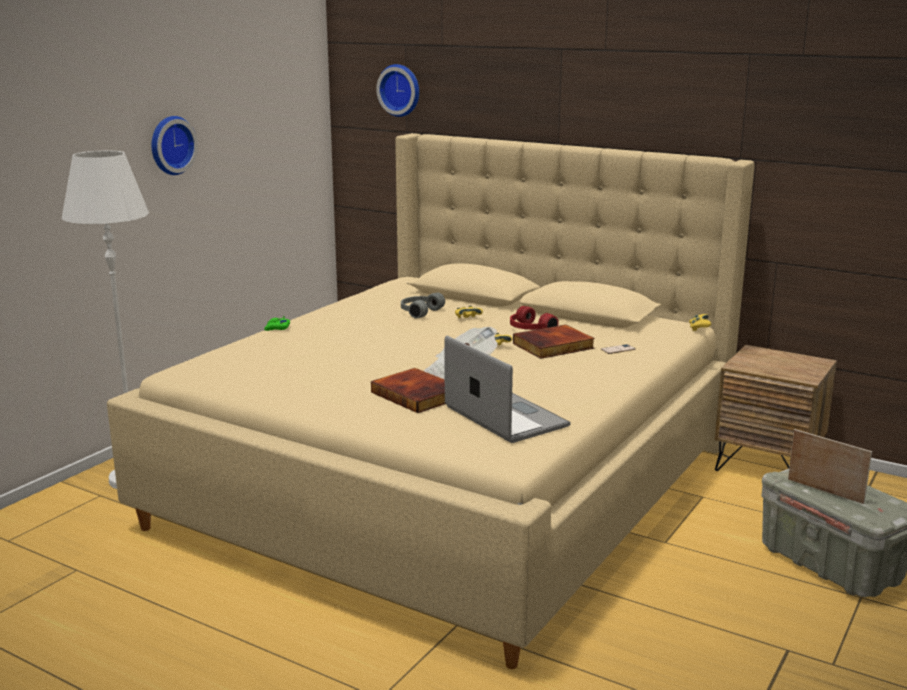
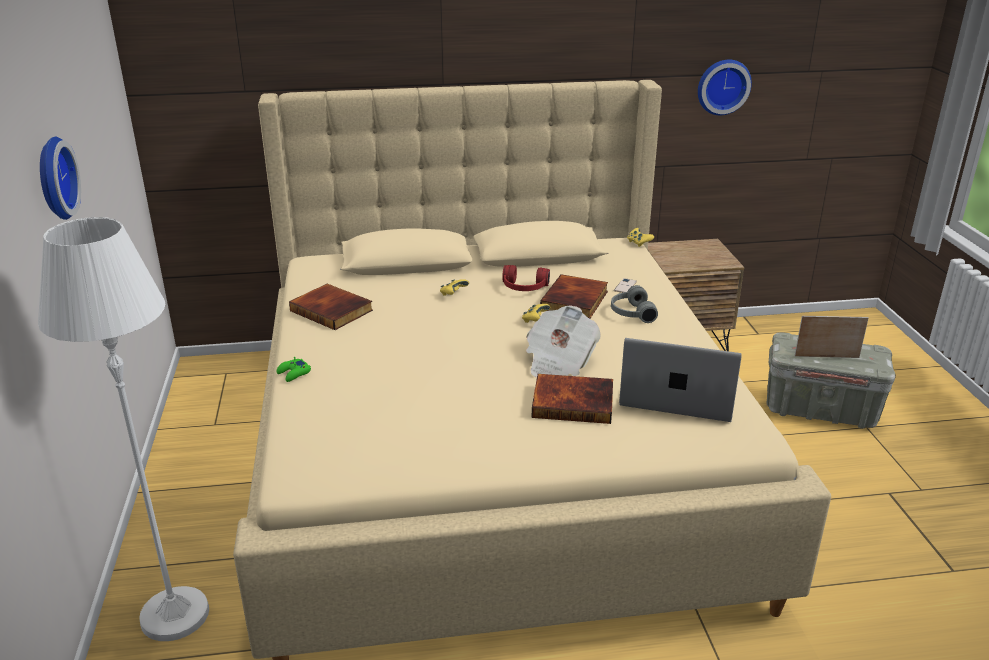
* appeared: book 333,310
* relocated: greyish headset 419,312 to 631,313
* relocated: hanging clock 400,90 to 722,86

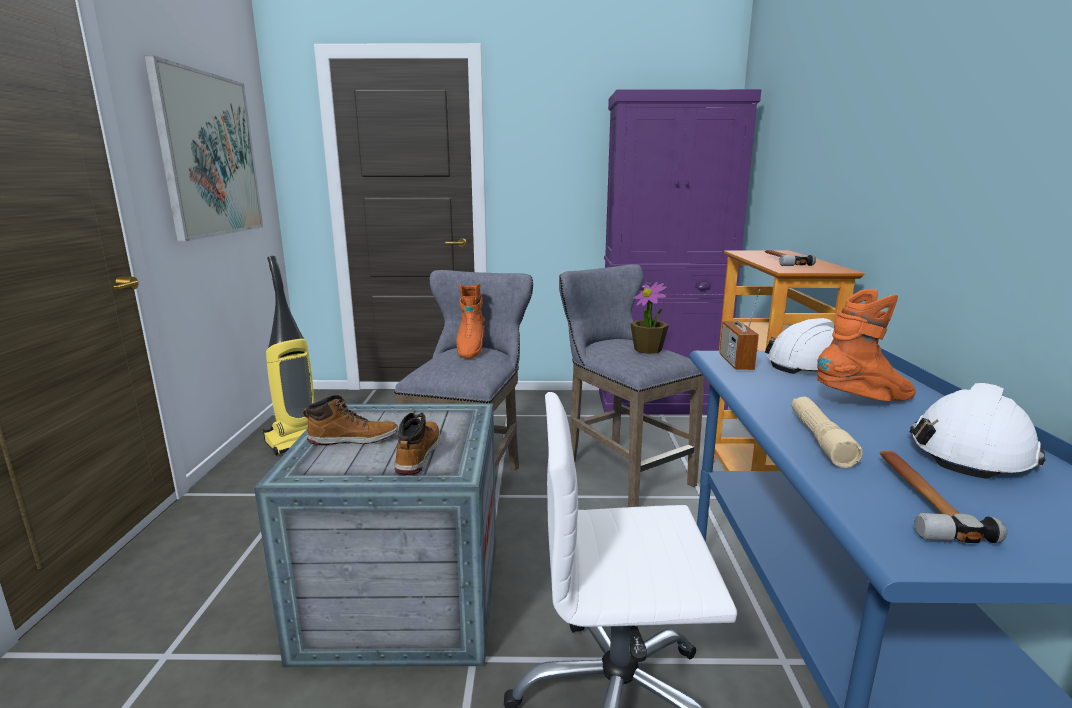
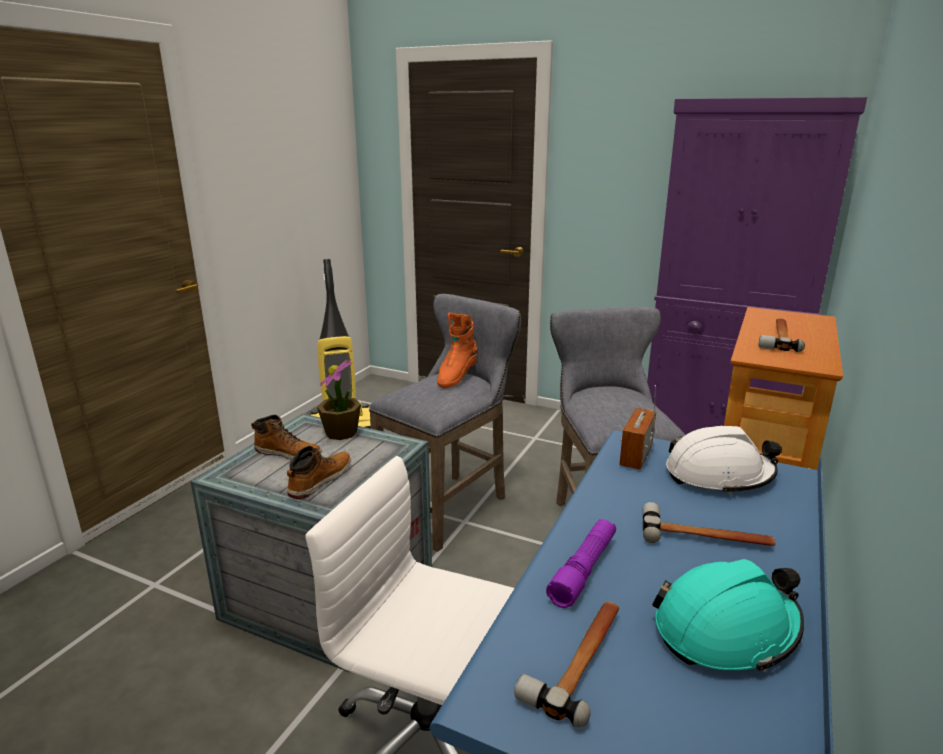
* relocated: potted plant 648,350 to 341,433
* colour: beige torch 819,439 to purple torch 584,569
* exchanged: orangey boot 864,401 to tool hammer 705,537
* colour: white-coloured safety helmet 971,451 to turquoise safety helmet 726,630
* missing: wall picture 209,155

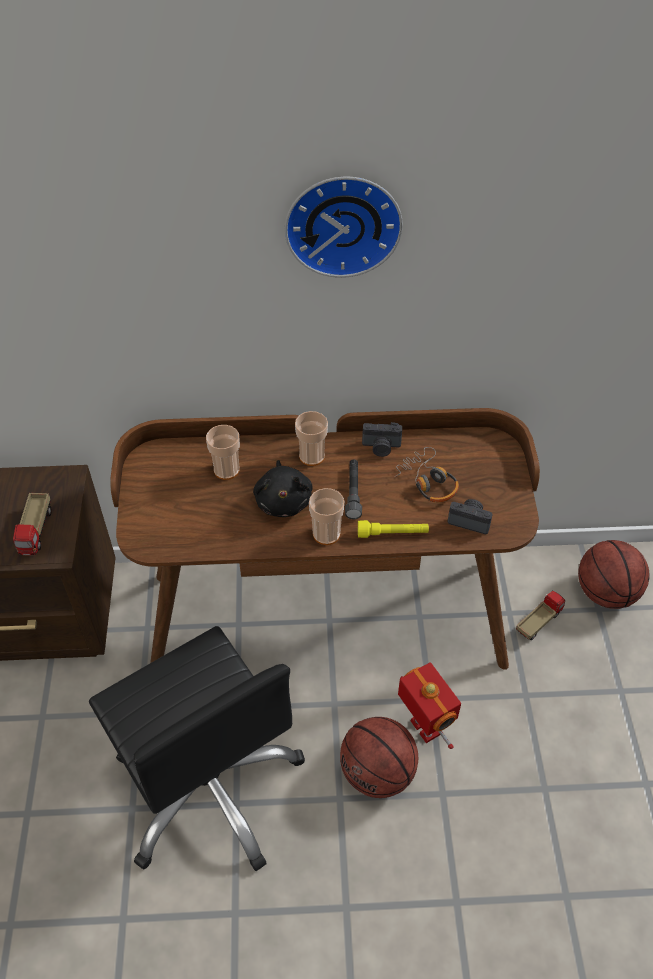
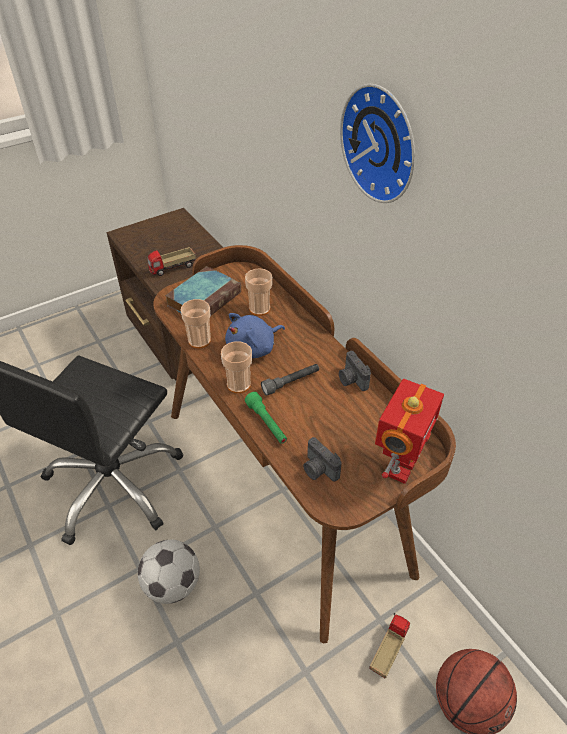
* exchanged: basketball 377,772 to football 172,584
* appeared: book 205,298
* relocated: cup 312,456 to 199,340
* colour: black-coloured cuddly toy 283,500 to blue-coloured cuddly toy 253,348
* colour: yellow-coloured torch 392,534 to green-coloured torch 267,423
* spun: still camera 469,521 = 318,470 150 degrees clockwise
* spun: toy truck 538,622 = 388,649 75 degrees counterclockwise
* relocated: robot figure 423,728 to 398,466
* missing: headset 428,482

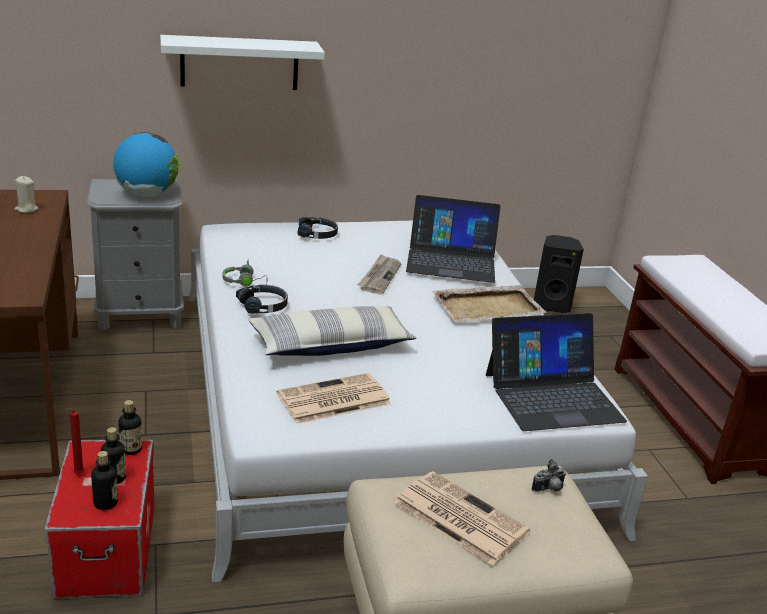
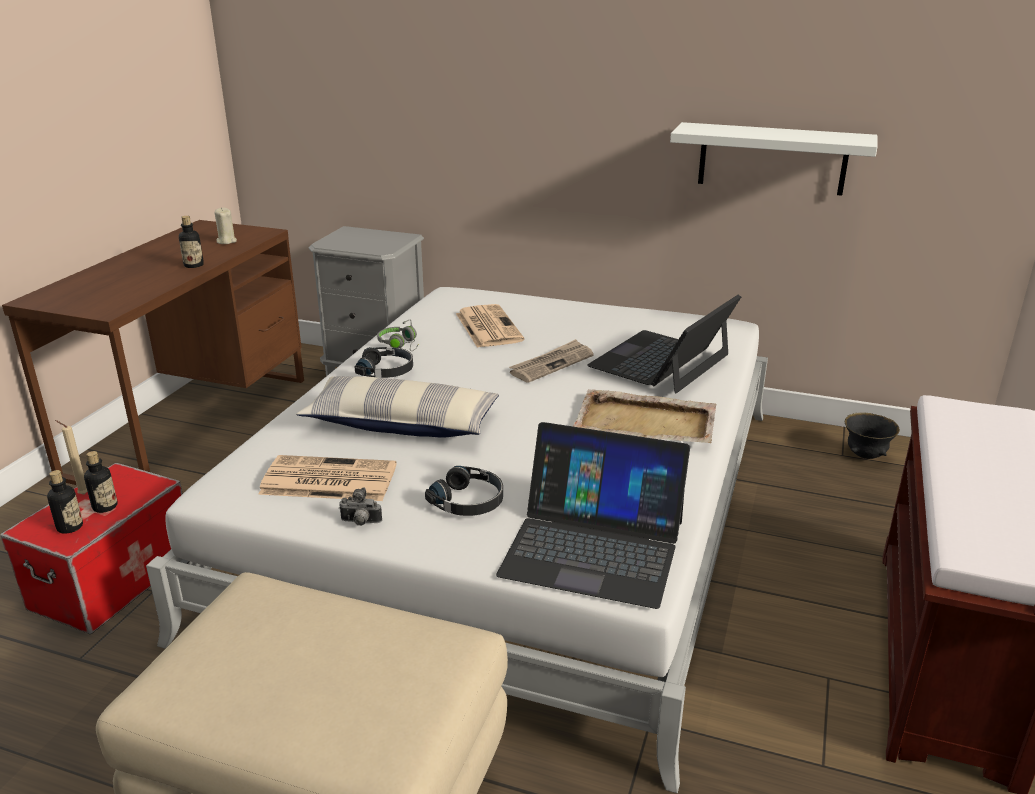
* colour: red wax light 77,474 to beige wax light 82,494
* relocated: drink bottle 131,449 to 193,265
* relocated: still camera 549,489 to 360,523
* relocated: black-coloured headset 317,234 to 468,501
* relocated: daily paper 458,517 to 487,327
* spun: portable computer 451,260 = 661,361 90 degrees clockwise
* relocated: white-coloured bracket shelf 239,63 to 772,159
* exchanged: black-coloured audio speaker 550,305 to black-coloured bowl 865,455
* missing: world globe 147,195

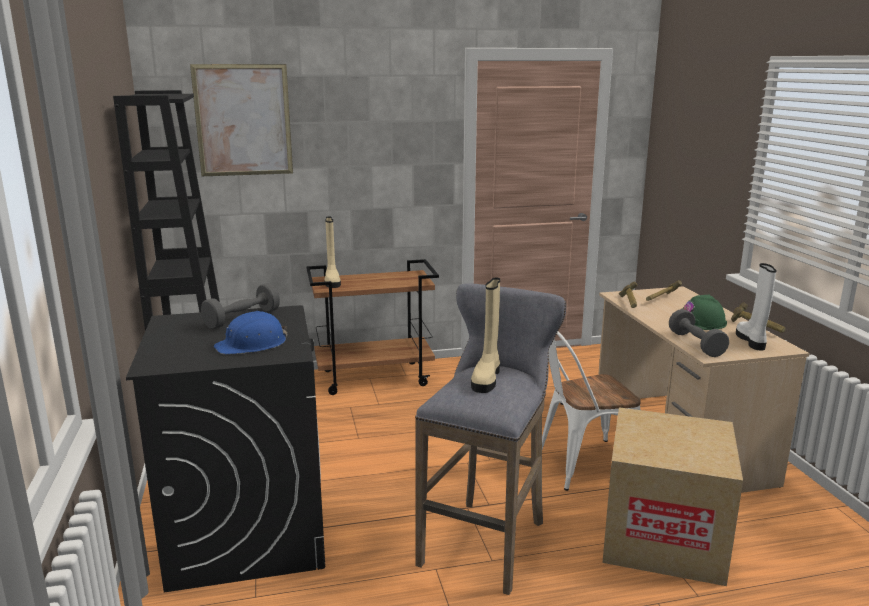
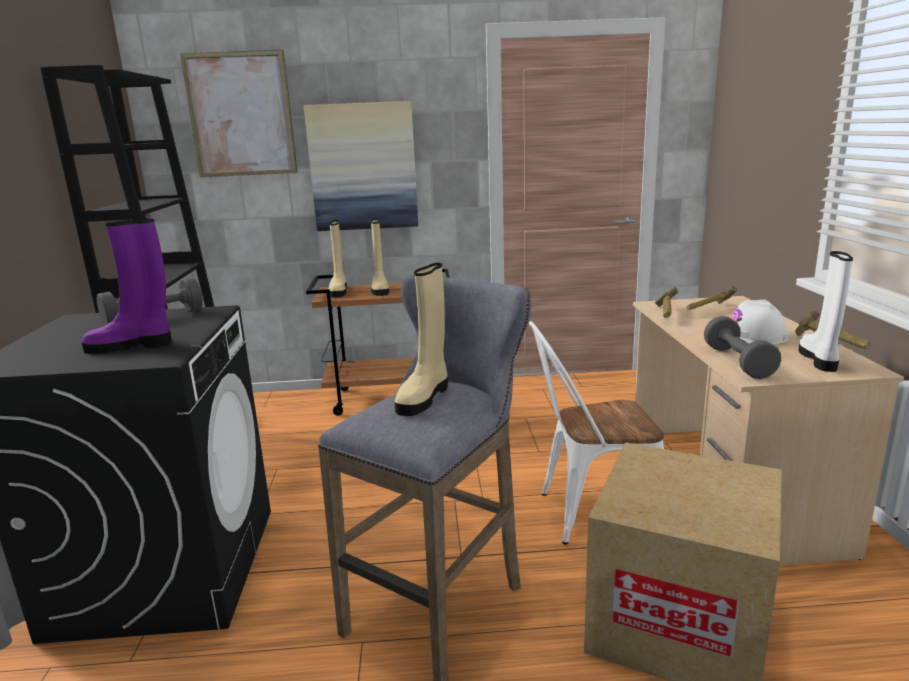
* exchanged: blue-coloured safety helmet 252,344 to purple boot 132,346
* appeared: wall picture 363,167
* appeared: beige boot 380,290
* colour: green-coloured safety helmet 700,322 to white-coloured safety helmet 752,336

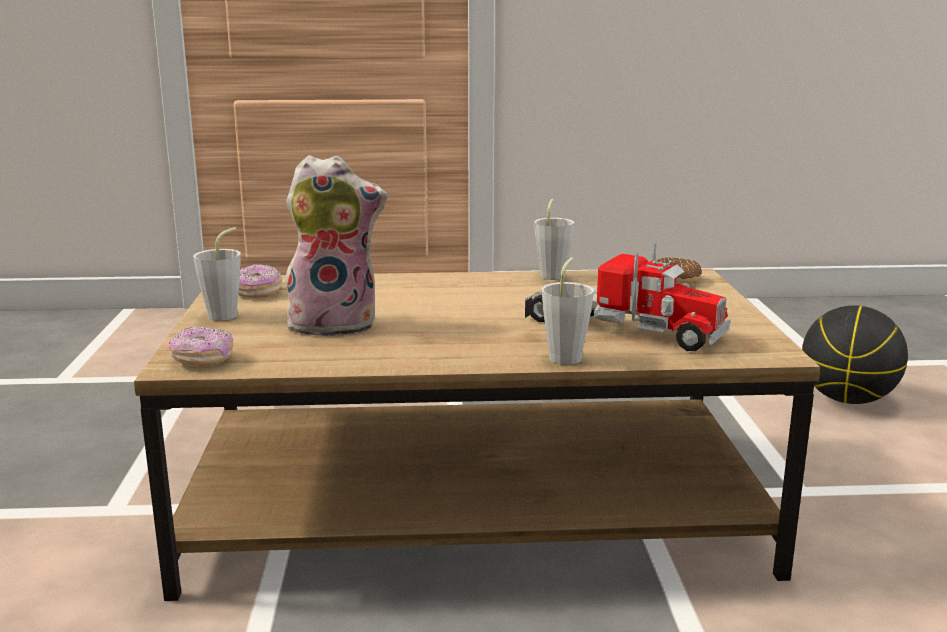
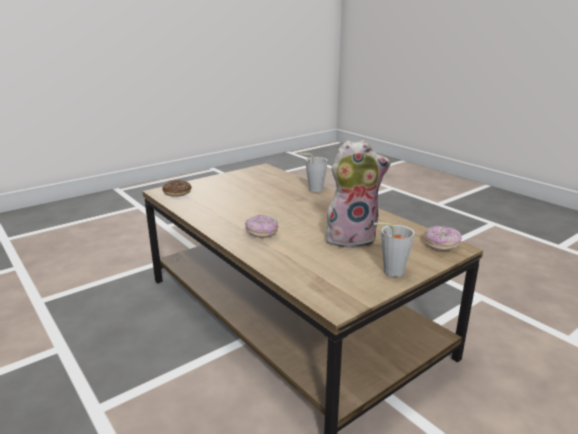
* relocated: ring doughnut 257,292 to 262,233
* spun: cuddly toy 335,324 = 351,238 120 degrees clockwise
* missing: toy truck 622,328
* missing: greyish cup 553,274
* missing: basketball 848,399

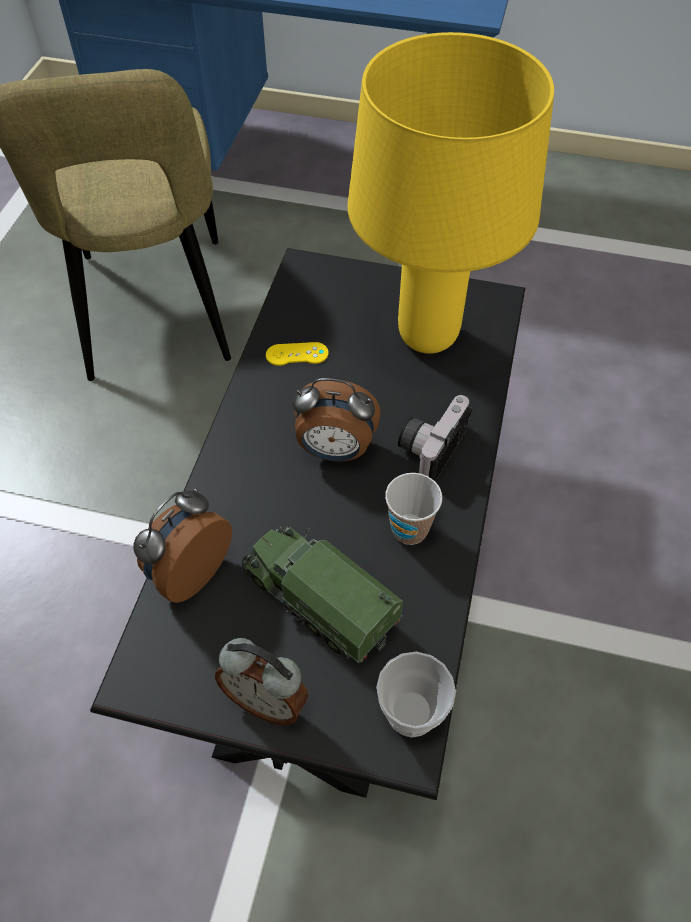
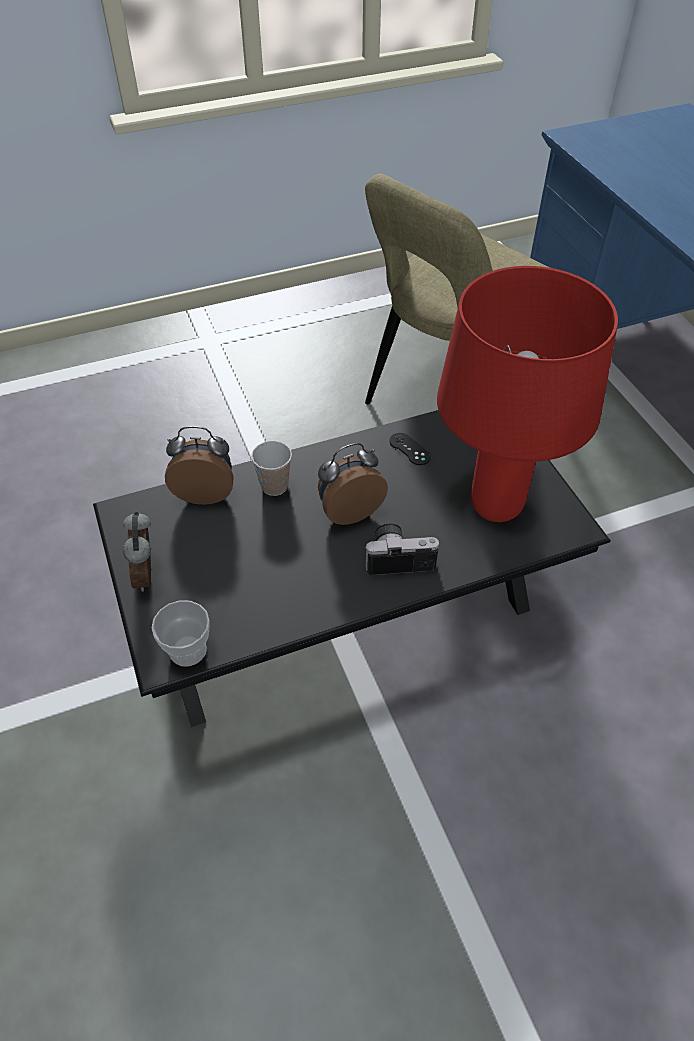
* relocated: cup 409,529 to 274,486
* spun: bedside clock 335,450 = 349,510 90 degrees clockwise
* colour: yellow-coloured game controller 297,354 to black-coloured game controller 409,449
* colour: yellow-coloured table lamp 429,337 to red table lamp 496,507
* missing: toy truck 319,599

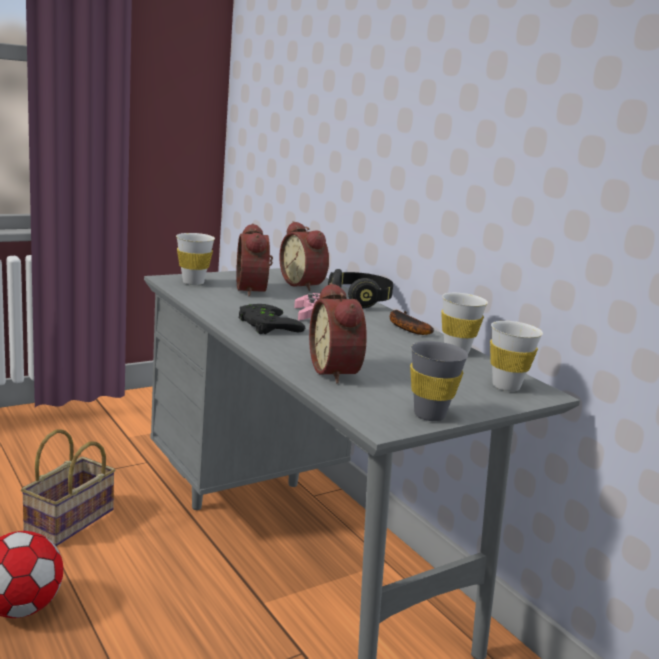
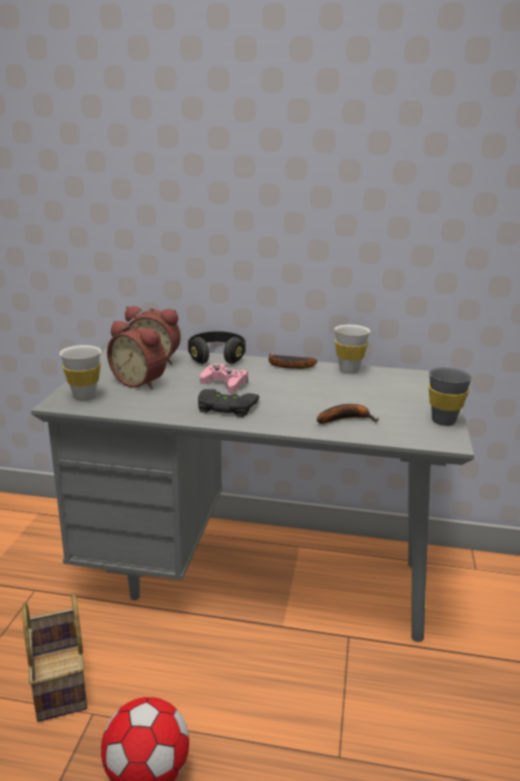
* exchanged: bedside clock 337,371 to whole banana 346,419
* missing: white-coloured cup 506,386

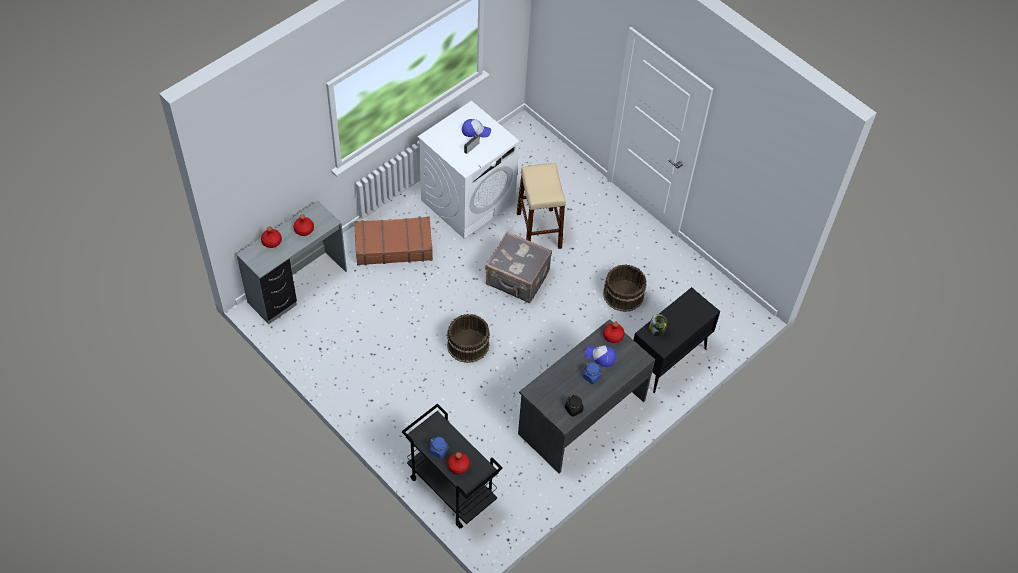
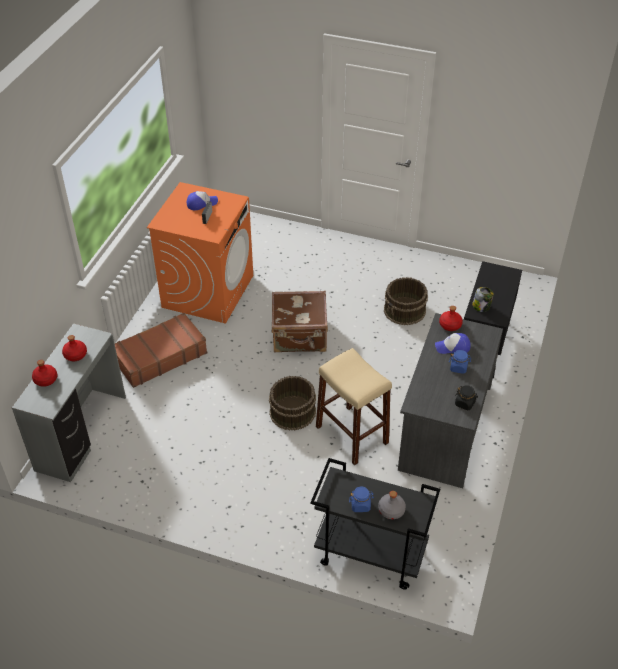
* colour: white-coloured laundry appliance 468,201 to orangey laundry appliance 208,291
* colour: greyish piece of luggage 517,279 to brownish piece of luggage 300,336
* relocated: beige sitting stool 539,230 to 352,435
* colour: red drink bottle 458,466 to greyish drink bottle 391,510

